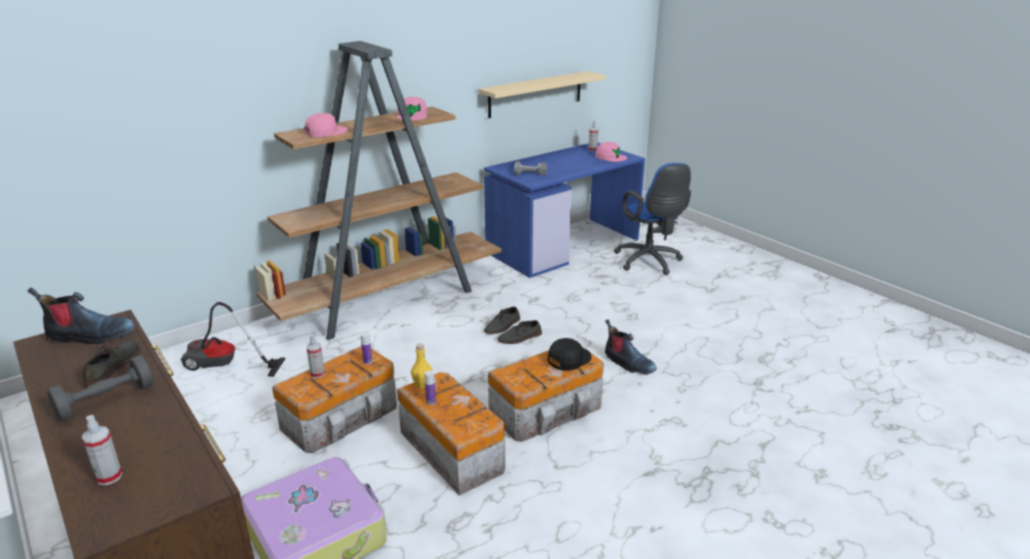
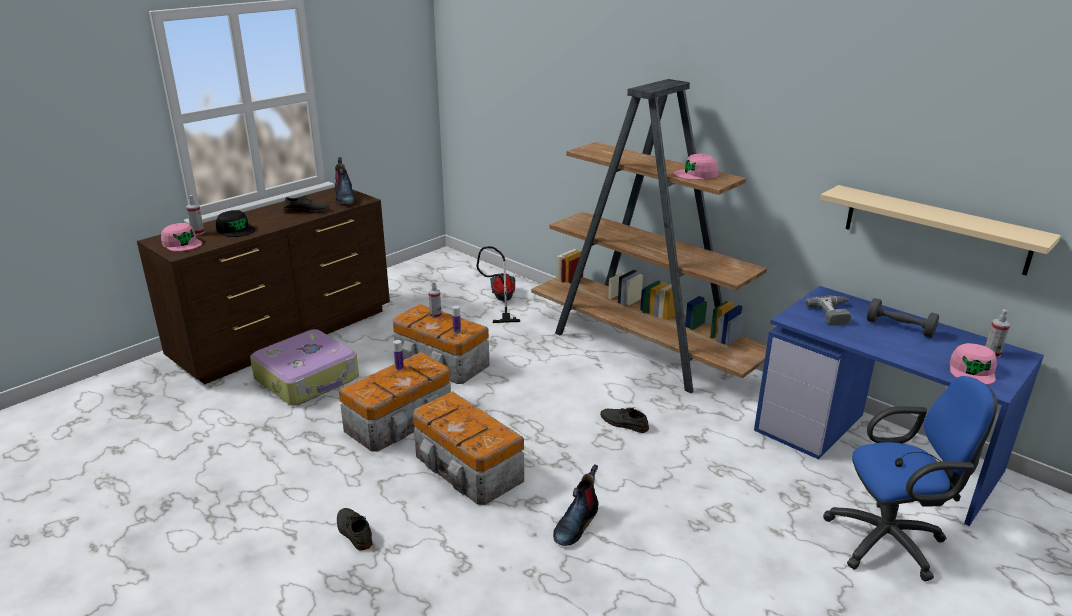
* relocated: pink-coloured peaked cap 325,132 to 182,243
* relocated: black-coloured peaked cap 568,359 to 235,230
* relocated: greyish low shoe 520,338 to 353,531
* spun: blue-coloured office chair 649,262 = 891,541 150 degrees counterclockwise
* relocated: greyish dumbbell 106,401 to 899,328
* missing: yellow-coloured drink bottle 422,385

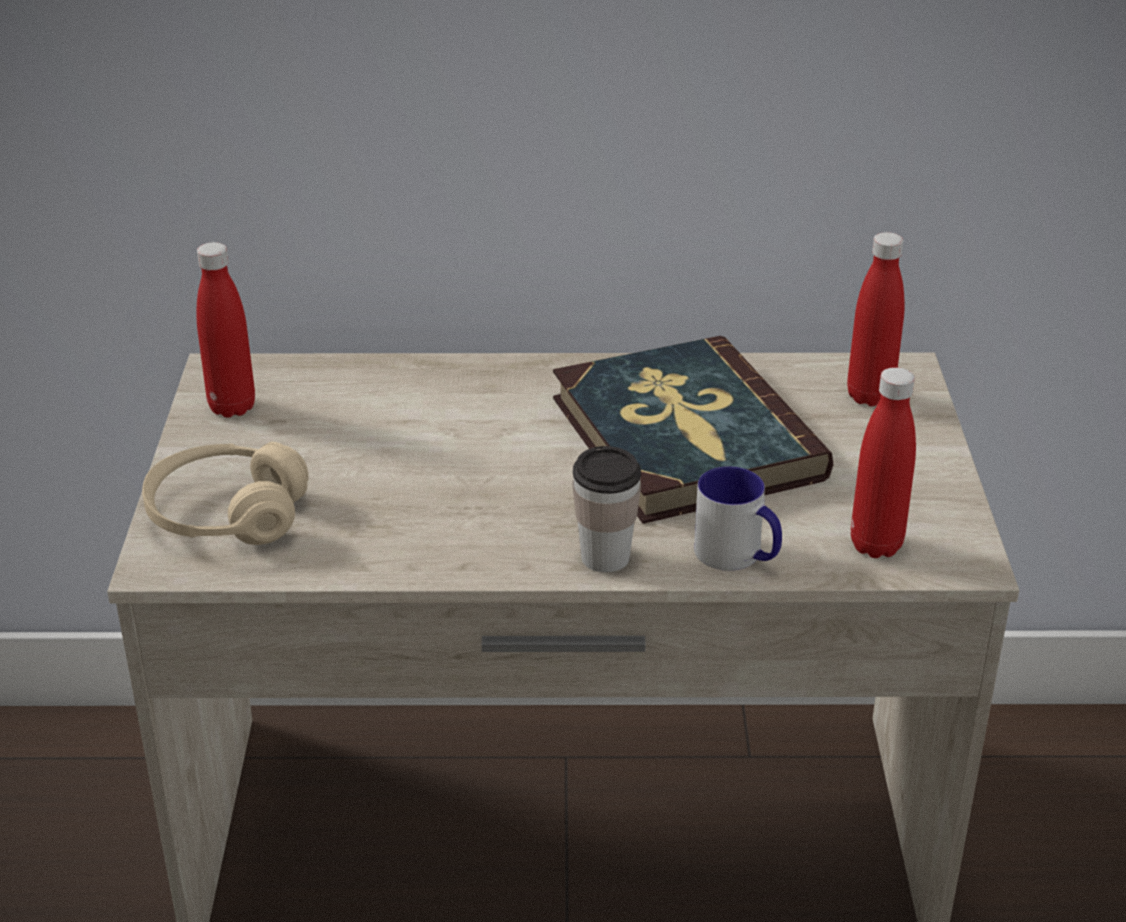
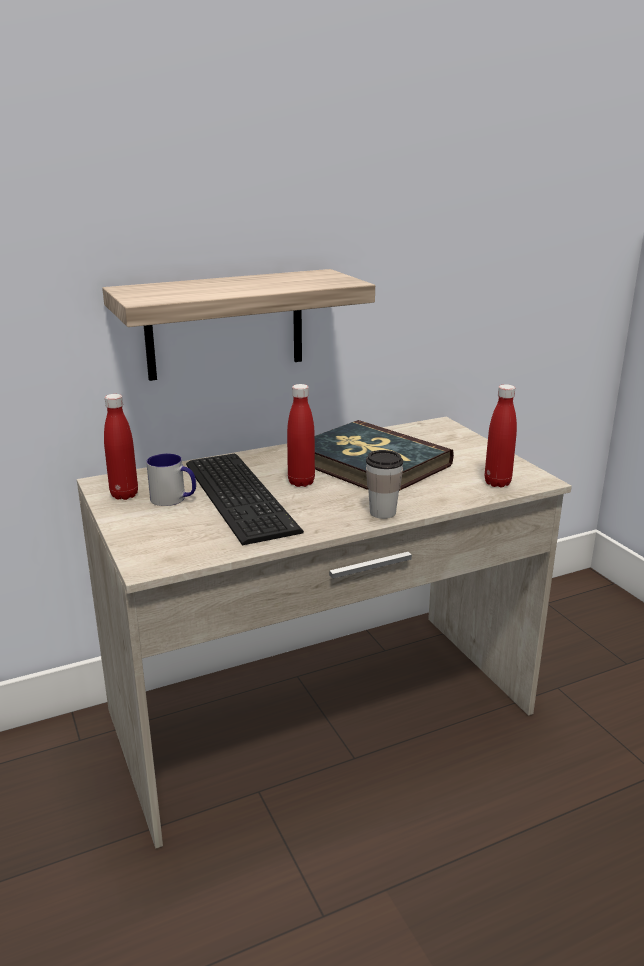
* appeared: bracket shelf 225,324
* relocated: tea mug 738,556 to 174,499
* appeared: keyboard 242,494
* relocated: red drink bottle 869,396 to 301,482
* missing: beige headset 227,515

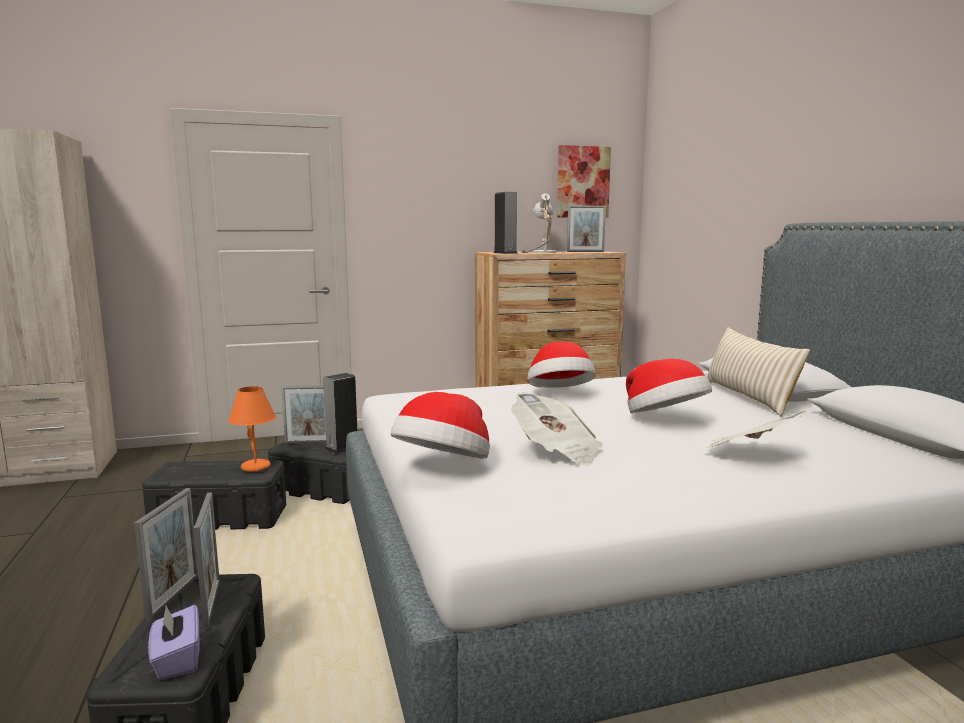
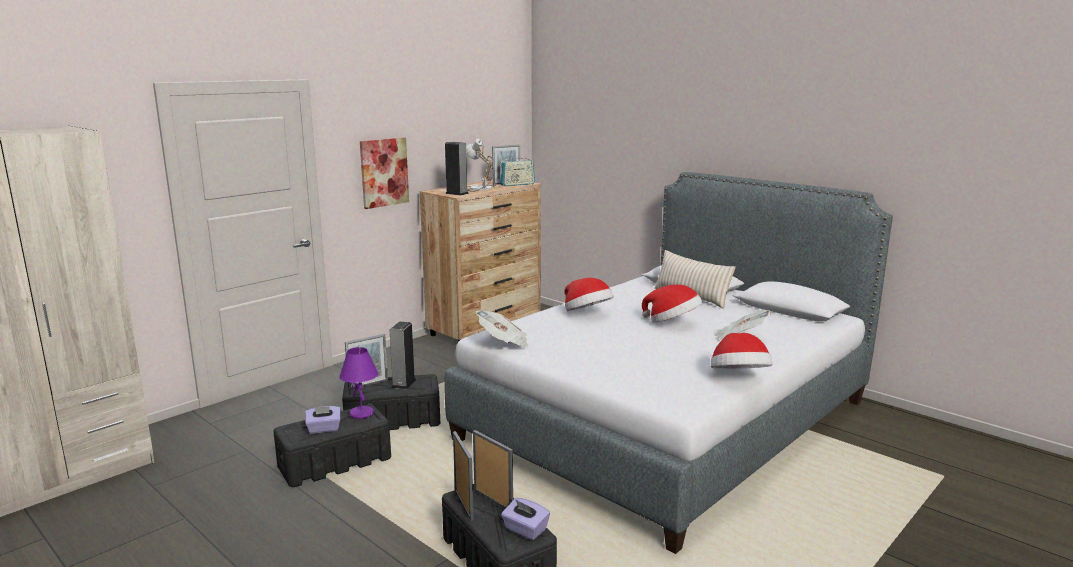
* appeared: purple tissue box 324,429
* colour: orangey table lamp 256,467 to purple table lamp 362,414
* relocated: wall picture 583,182 to 384,172
* relocated: daily paper 557,452 to 503,342
* appeared: radio 517,184
* relocated: clothing hat 444,467 to 739,377

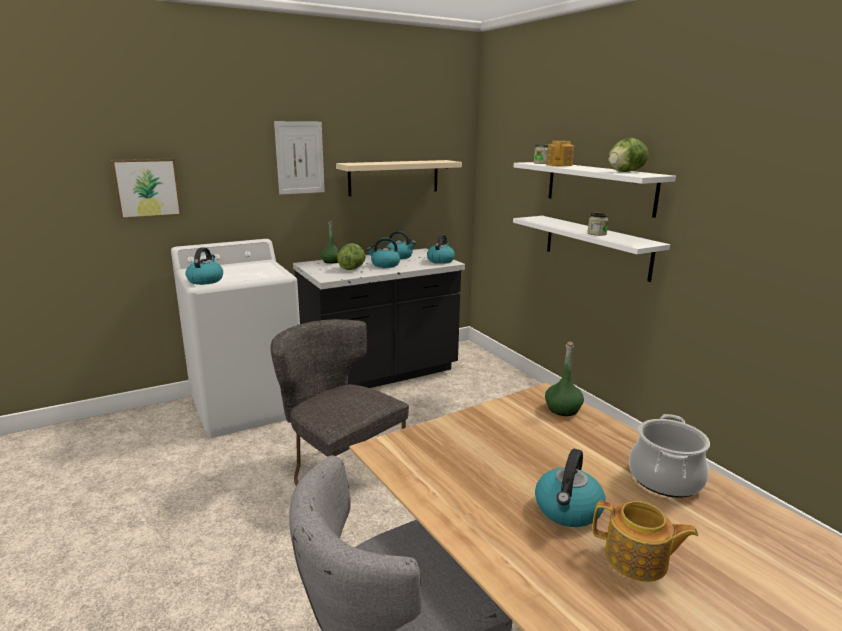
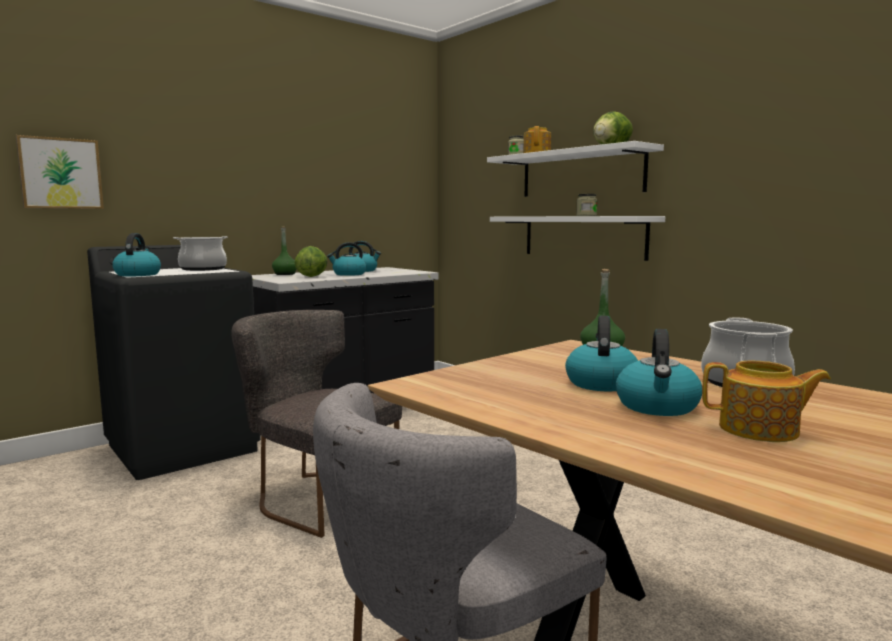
* colour: white-coloured laundry appliance 248,406 to black-coloured laundry appliance 183,447
* appeared: saucepot 203,269
* relocated: water kettle 440,260 to 601,383
* missing: wall picture 300,158
* missing: beige bracket shelf 394,177

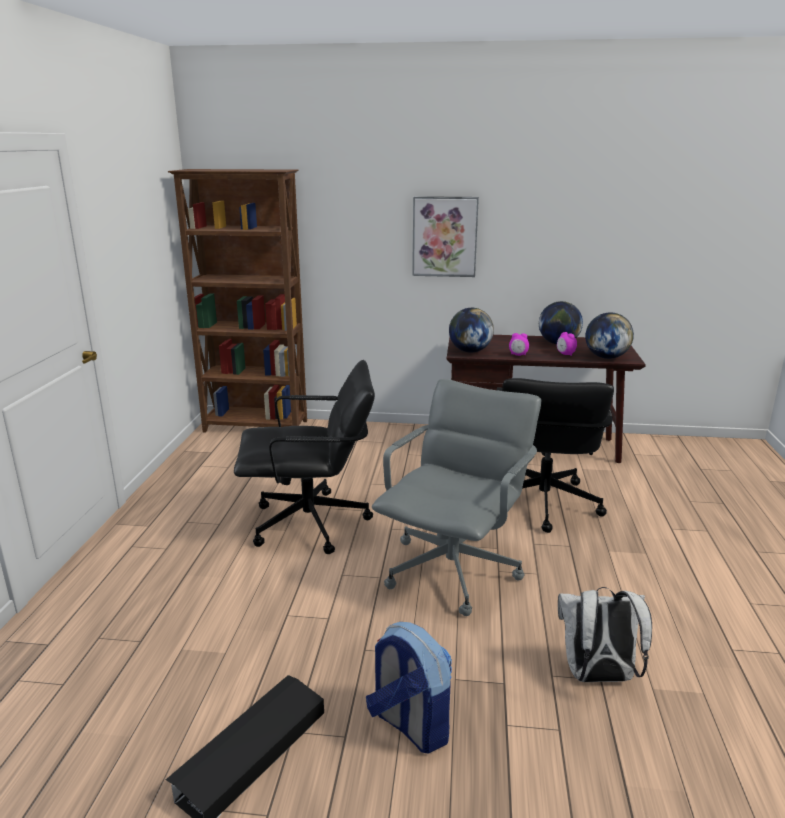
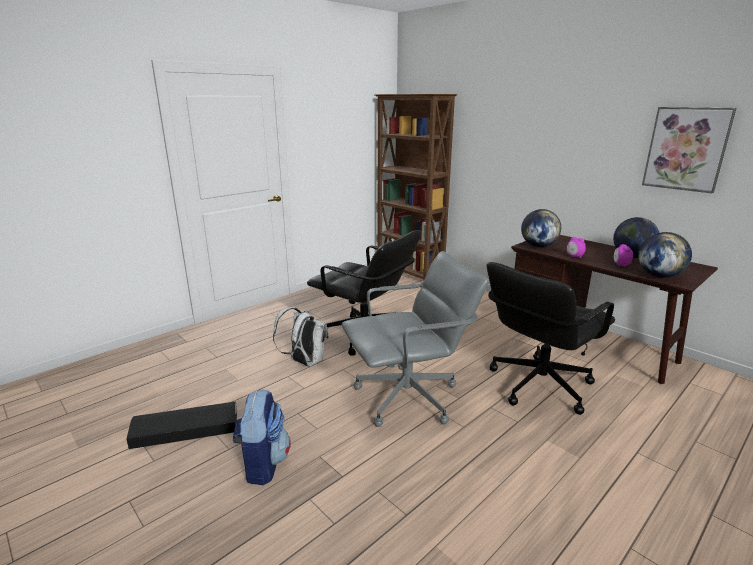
* relocated: white-coloured backpack 597,677 to 304,362
* relocated: wall picture 444,236 to 686,149

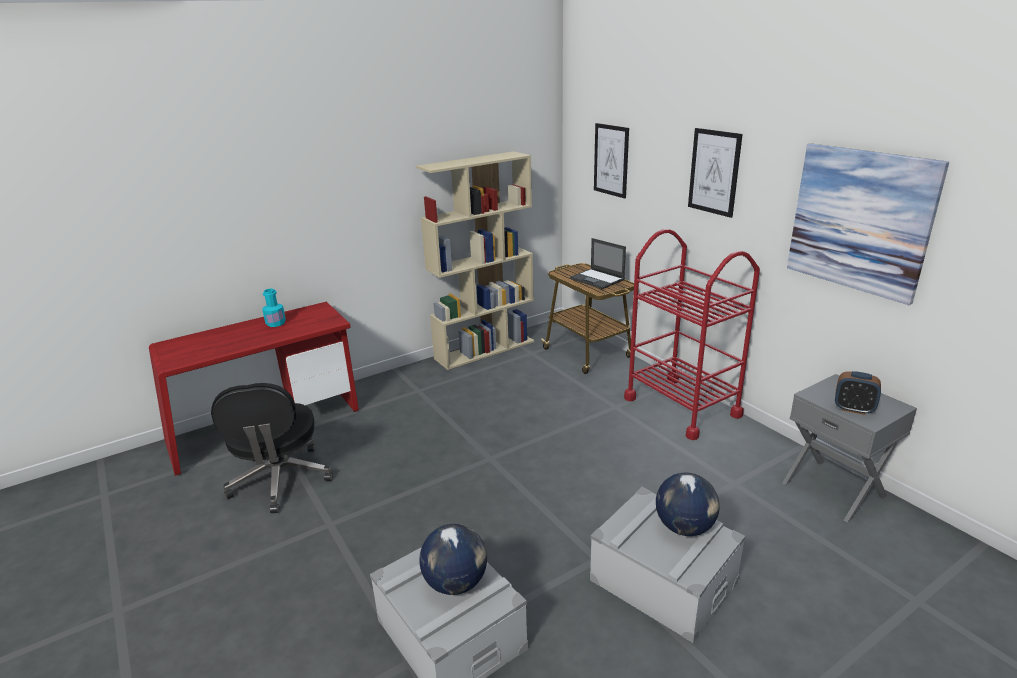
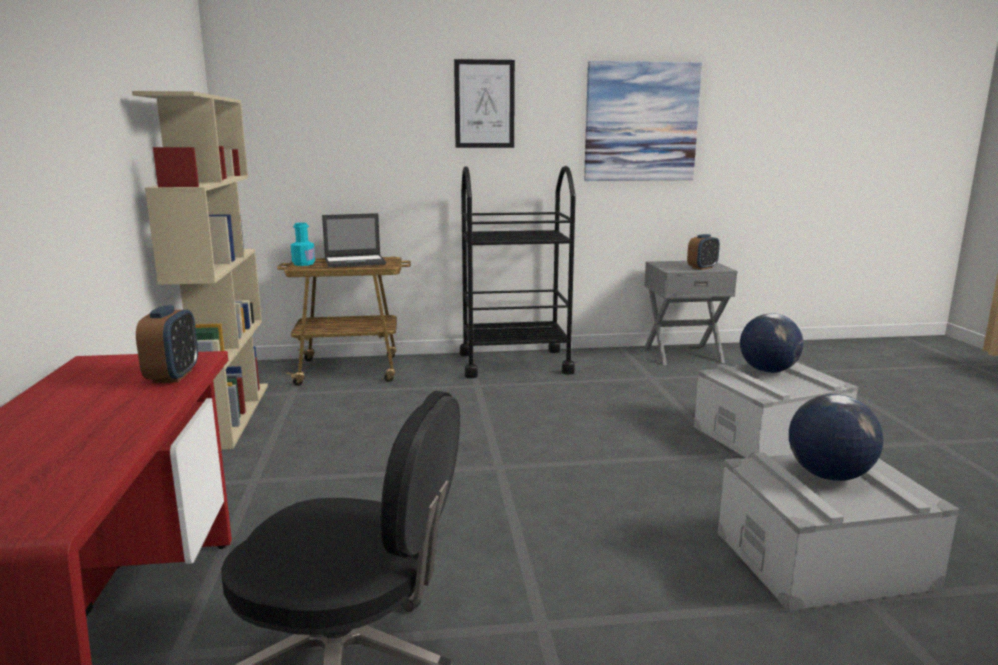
* appeared: bedside clock 173,376
* relocated: turquoise drink bottle 276,323 to 303,264
* colour: red cart 681,407 to black-coloured cart 514,363
* missing: wall picture 611,160

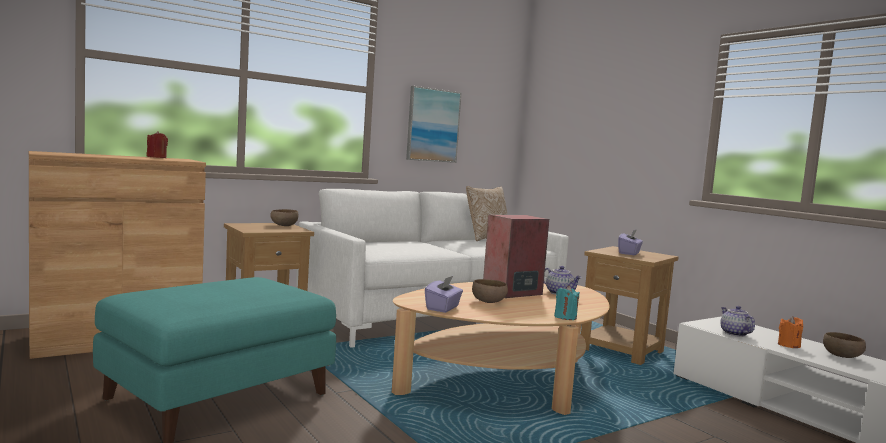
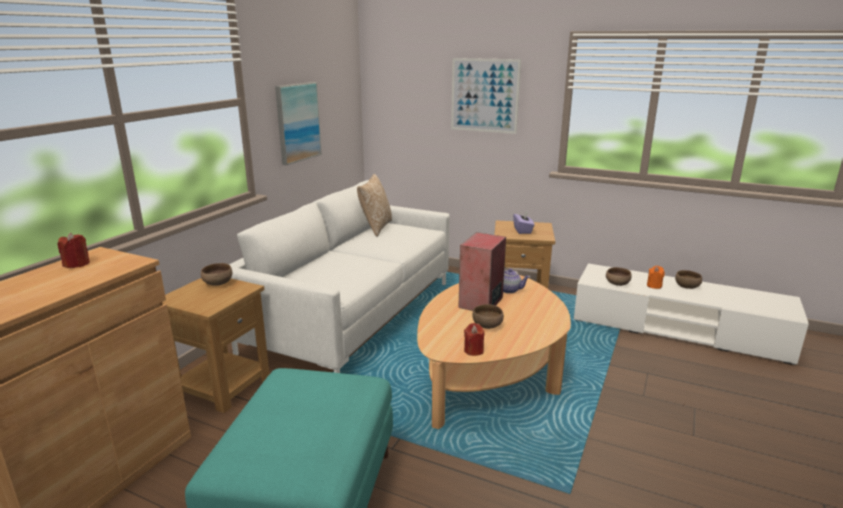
* appeared: wall picture 484,95
* exchanged: purple tissue box 443,308 to red wax light 473,350
* exchanged: pot for tea 734,333 to brownish bowl 617,284
* missing: turquoise wax light 565,317

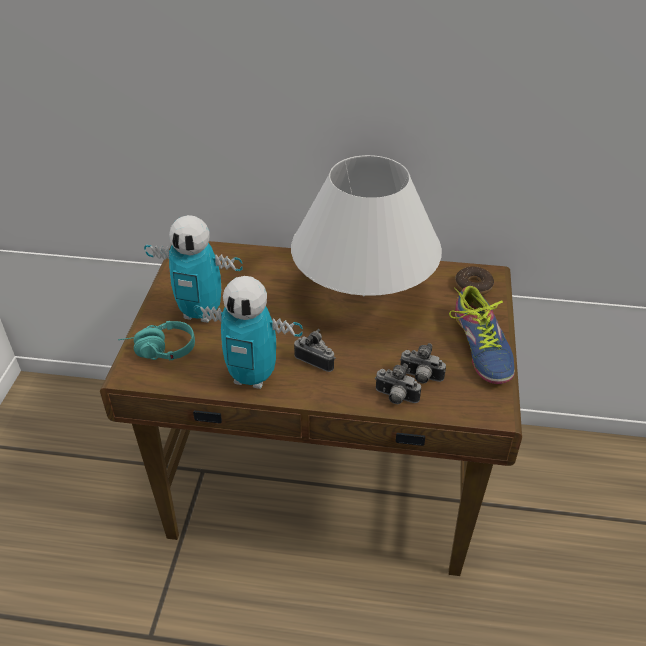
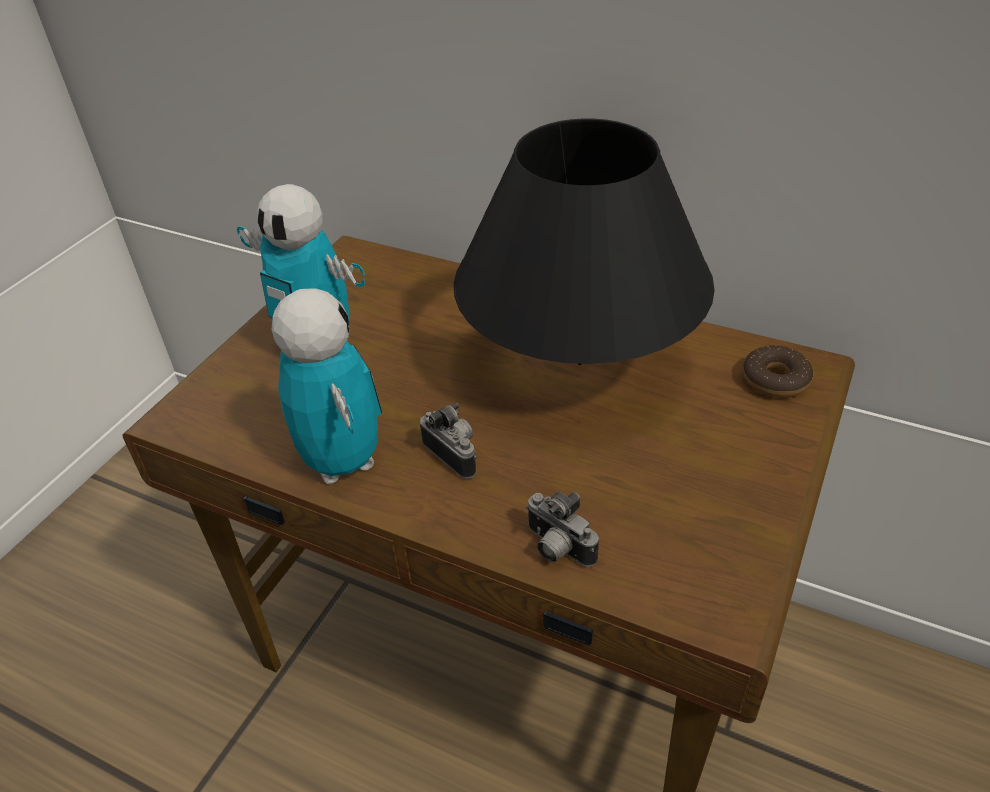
* spun: robot figure 252,377 = 342,462 150 degrees counterclockwise
* colour: white-coloured table lamp 363,296 to black-coloured table lamp 579,364
* missing: turquoise headset 158,351
* missing: still camera 420,377
* missing: low shoe 482,347

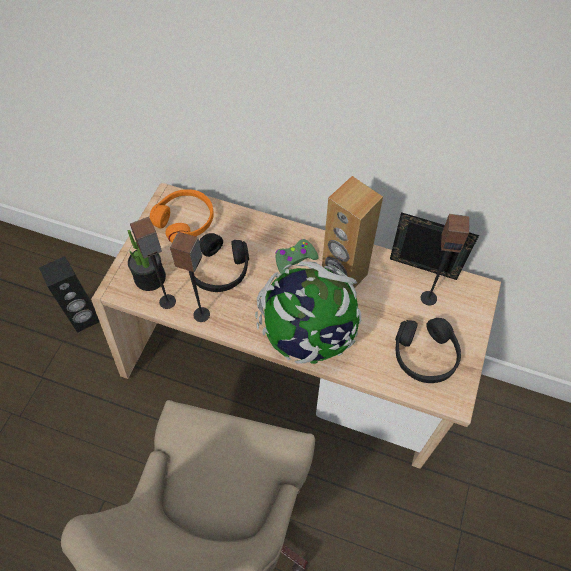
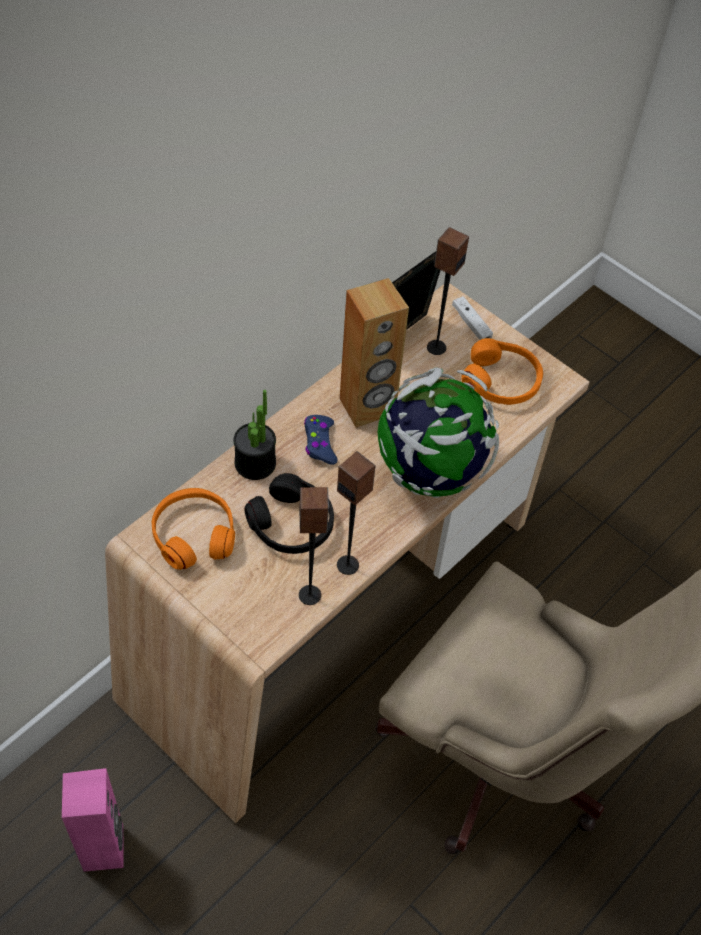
* colour: black-coloured audio speaker 85,318 to pink-coloured audio speaker 104,848
* relocated: potted plant 150,277 to 255,463
* colour: green-coloured game controller 294,259 to blue-coloured game controller 320,443
* appeared: white-coloured game controller 471,324
* colour: black-coloured headset 425,355 to orangey headset 501,381

